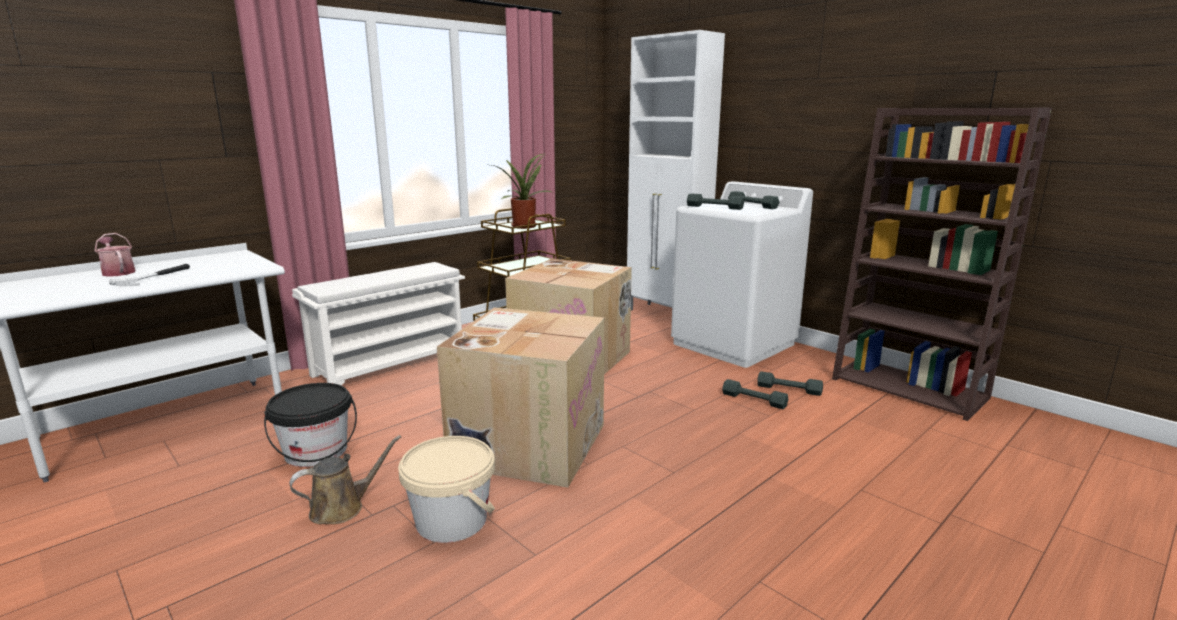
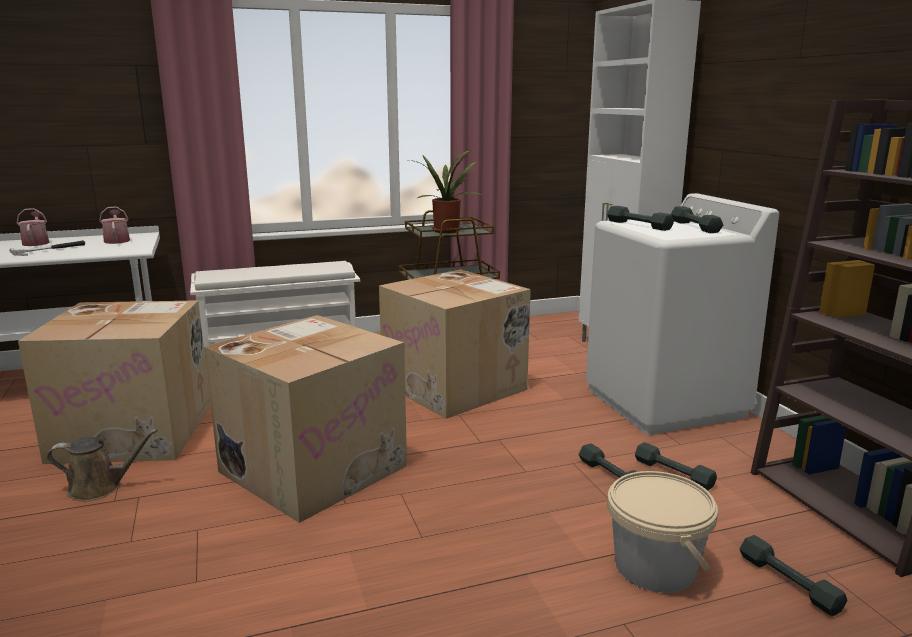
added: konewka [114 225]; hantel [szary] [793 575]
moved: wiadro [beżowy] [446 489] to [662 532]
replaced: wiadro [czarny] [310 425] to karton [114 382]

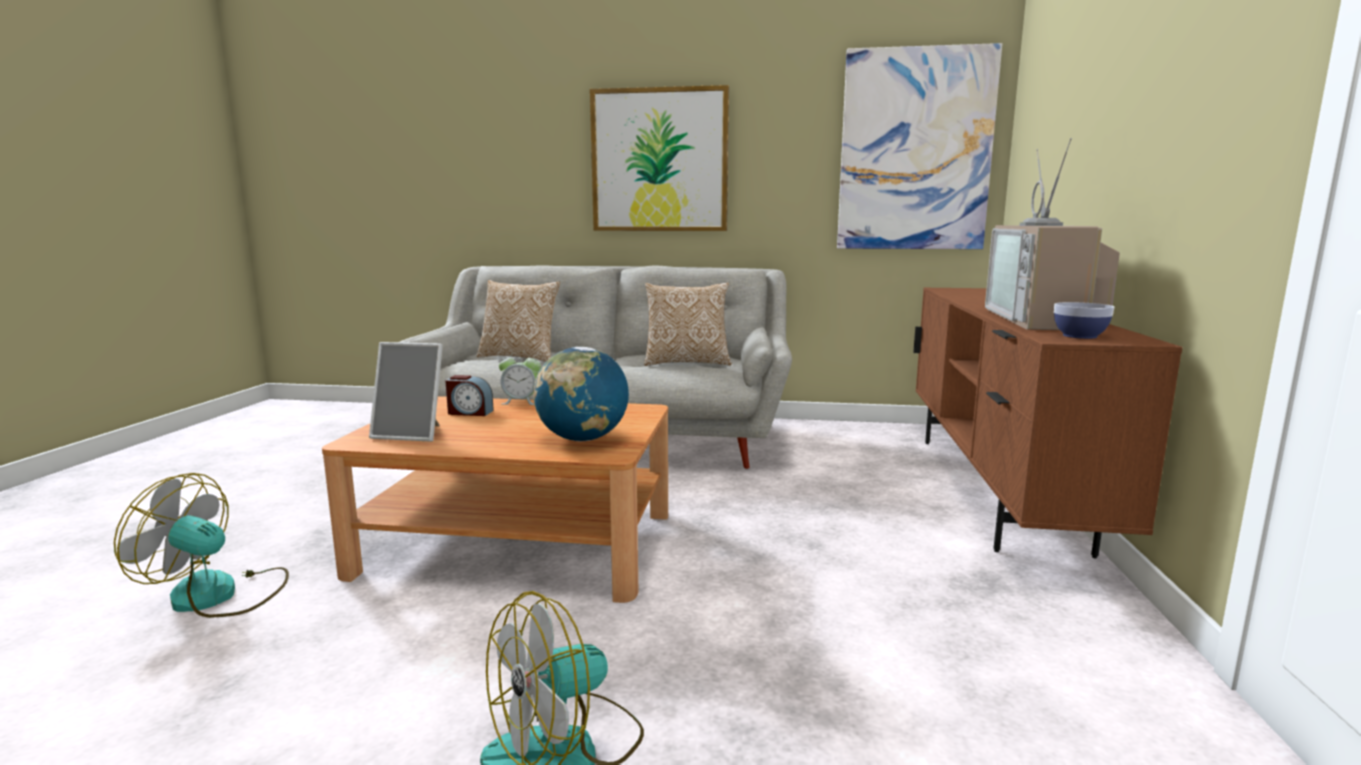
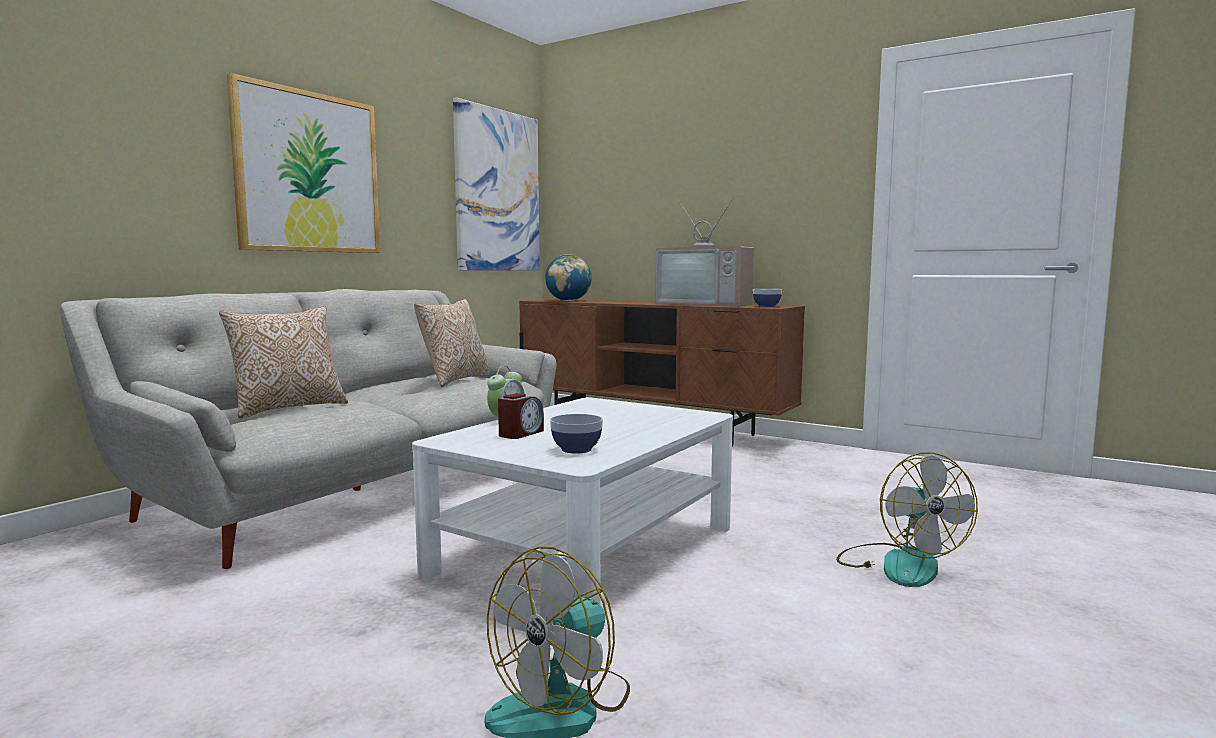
moved: globus [581 394] to [568 277]
replaced: ramka na zdjęcie [406 392] to miska [576 434]
recoloured: ława [brązowy] [495 499] to ława [biały] [572 501]

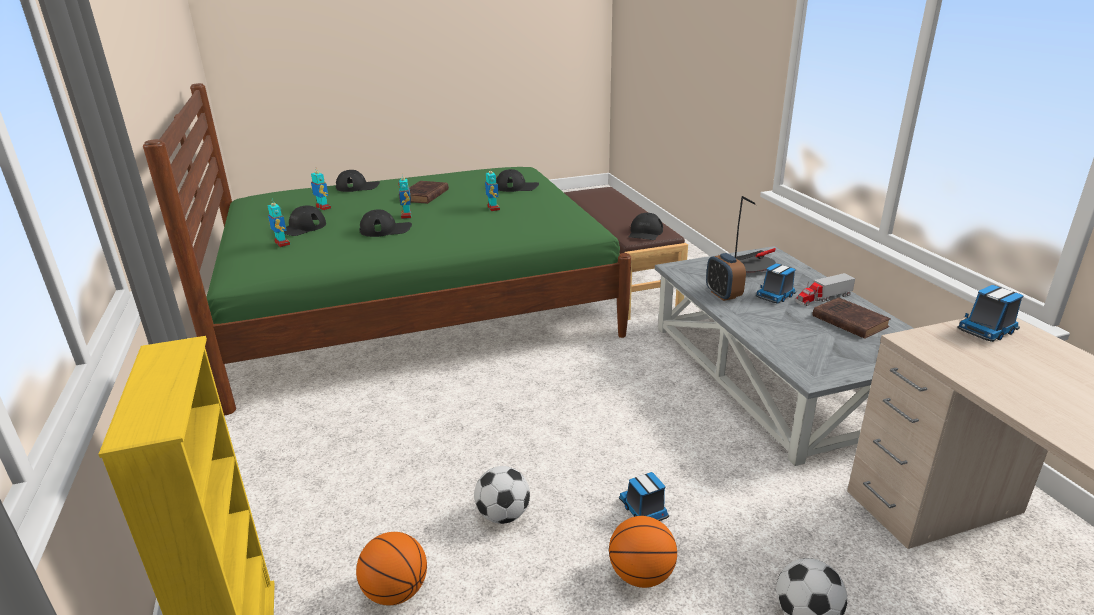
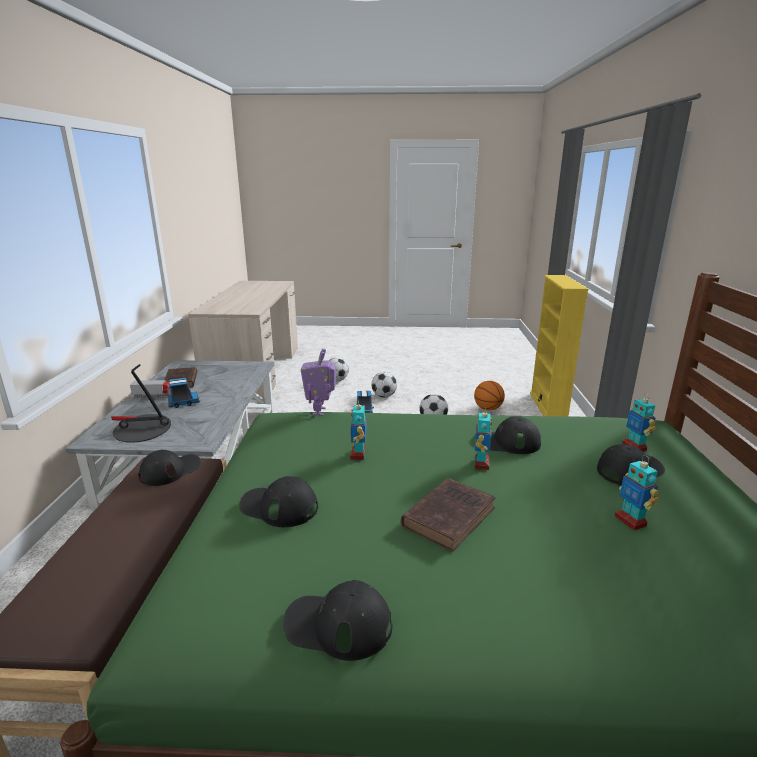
removed: budzik [726 277]; ciężarówka zabawkowa [990 313]
added: robot zabawkowy [318 382]
moved: czapka z daszkiem [czarny] [358 181] to [337 620]
replaced: piłka do koszykówki [643 552] to piłka futbolowa [384 384]

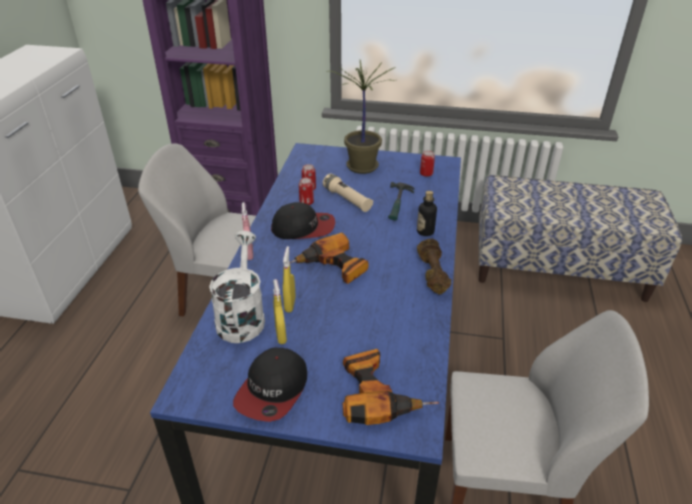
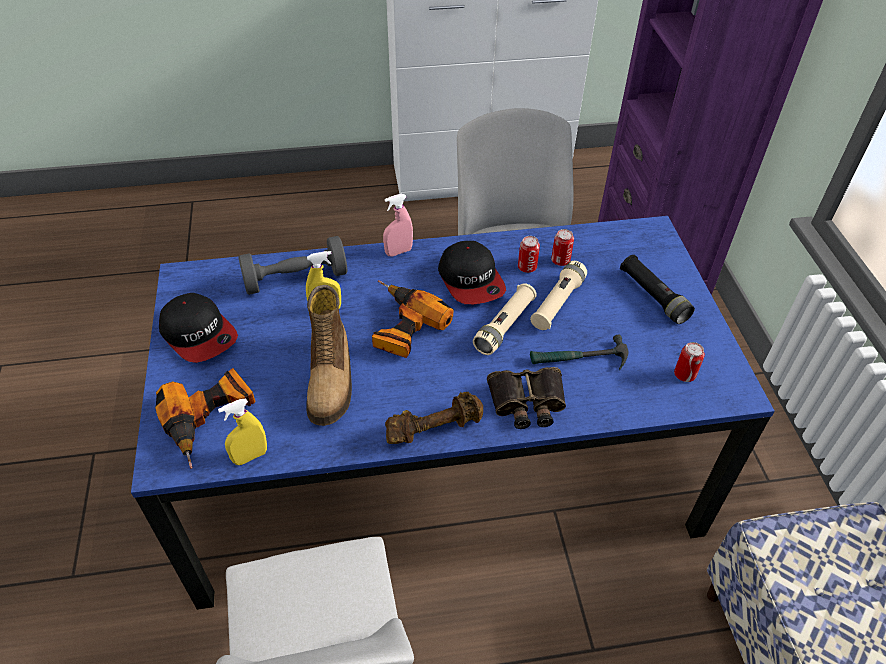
added: but z cholewką [329 355]; latarka [beżowy] [505 319]
moved: spryskiwacz [żółty] [280 311] to [242 432]
replaced: konewka [biały] [237 287] to hantel [szary] [292 265]; roślina doniczkowa [361 116] to latarka [czarny] [657 289]; butelka [427 213] to lornetka [526 398]
turned: czapka z daszkiem [270 385] = [198 328] 135 degrees counterclockwise

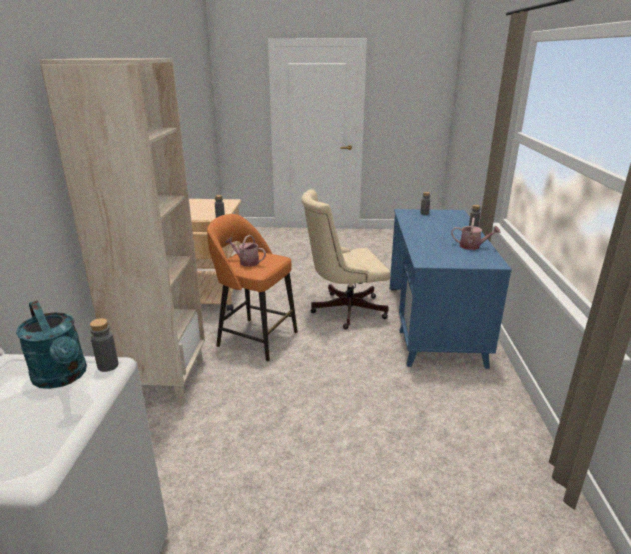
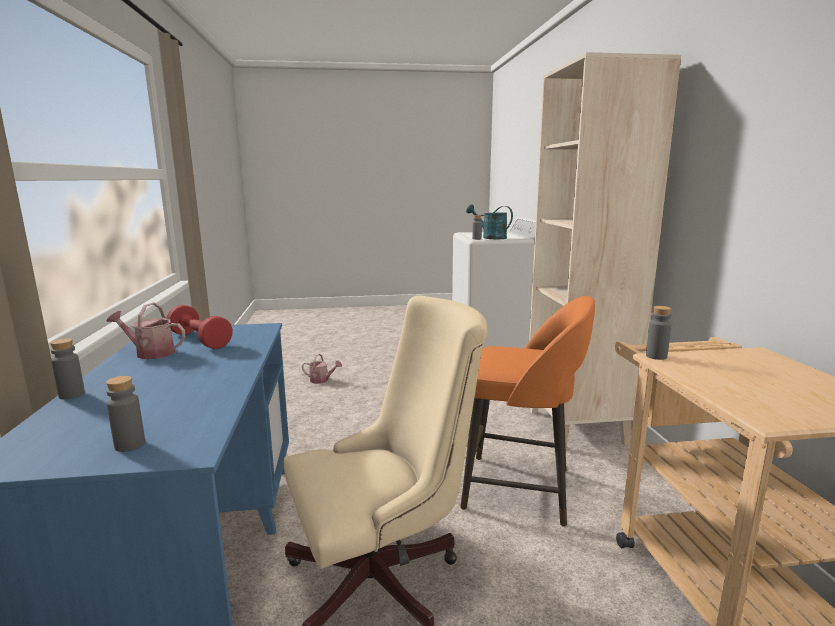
added: hantel [czerwony] [200 327]
moved: konewka [245 251] to [322 368]

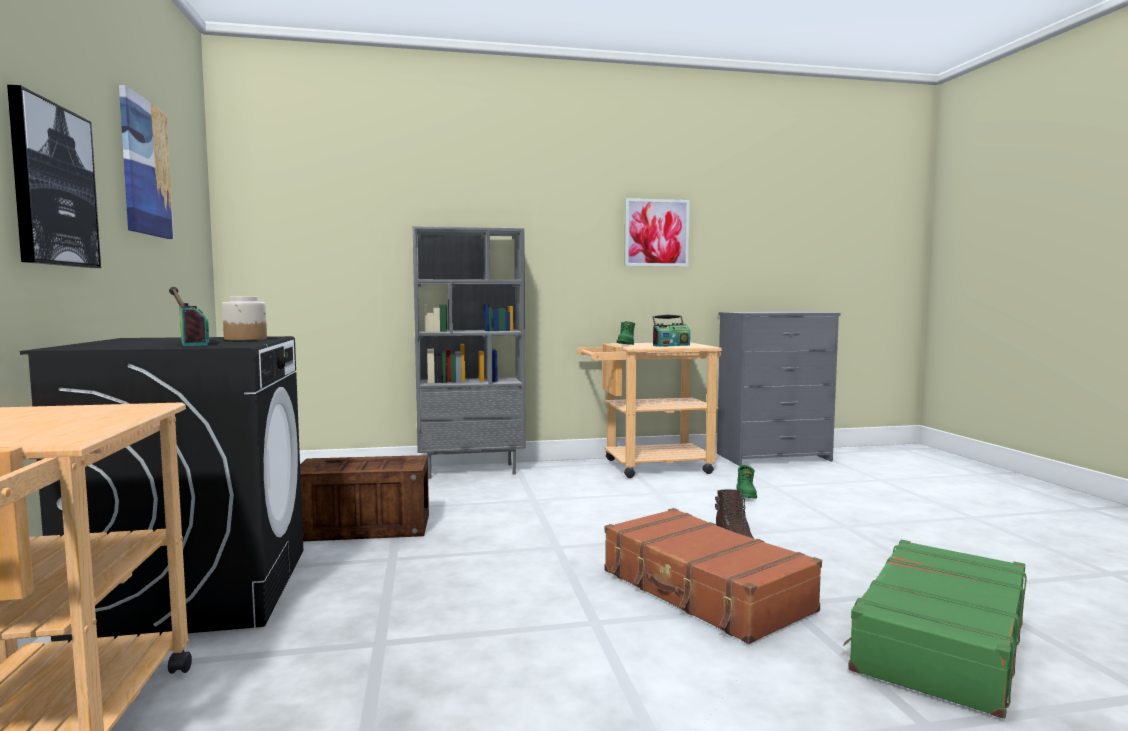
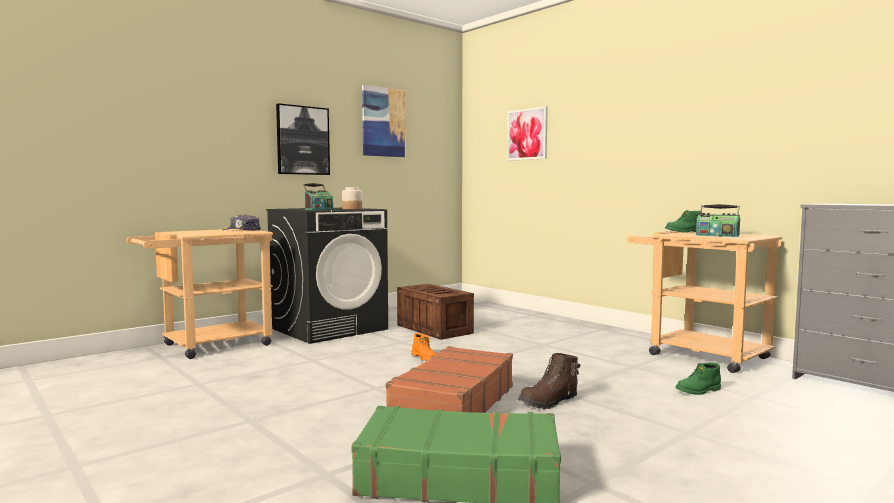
removed: regał [szary] [469 352]
added: czapka z daszkiem [242 222]; but z cholewką [pomarańczowy] [424 346]
moved: obraz [657 232] to [527 133]

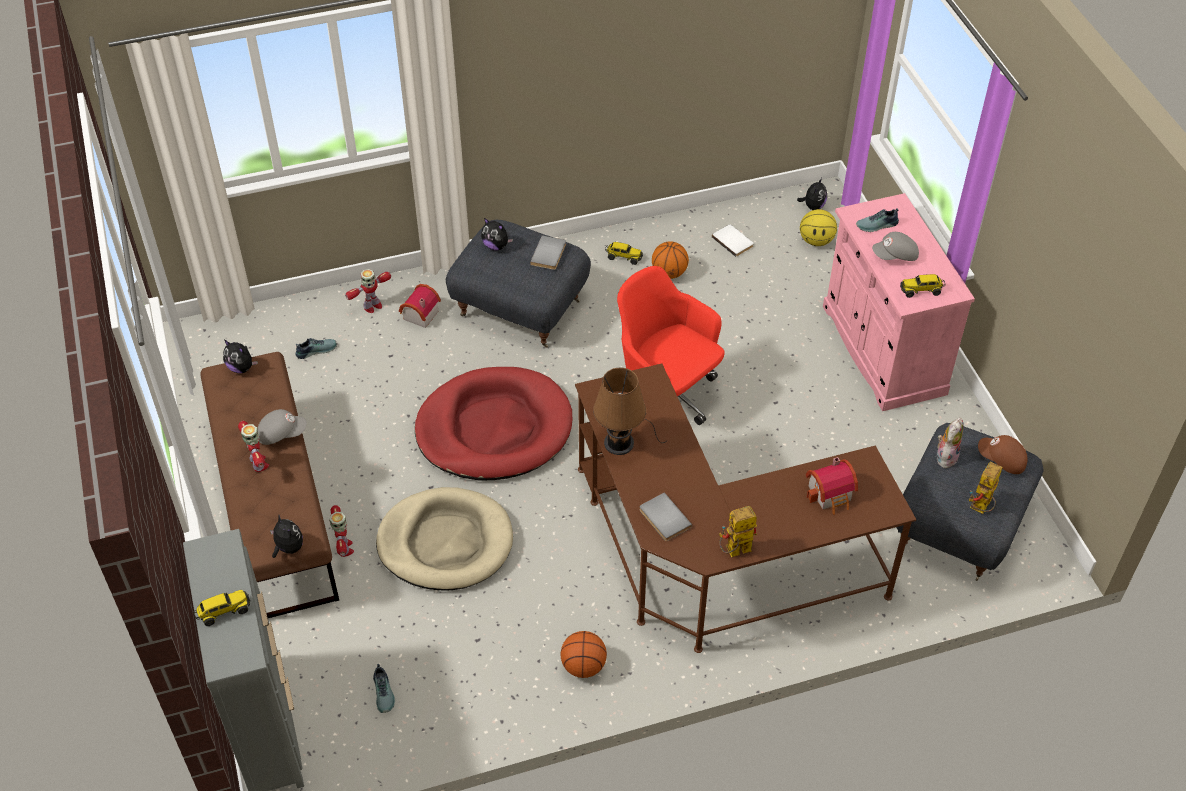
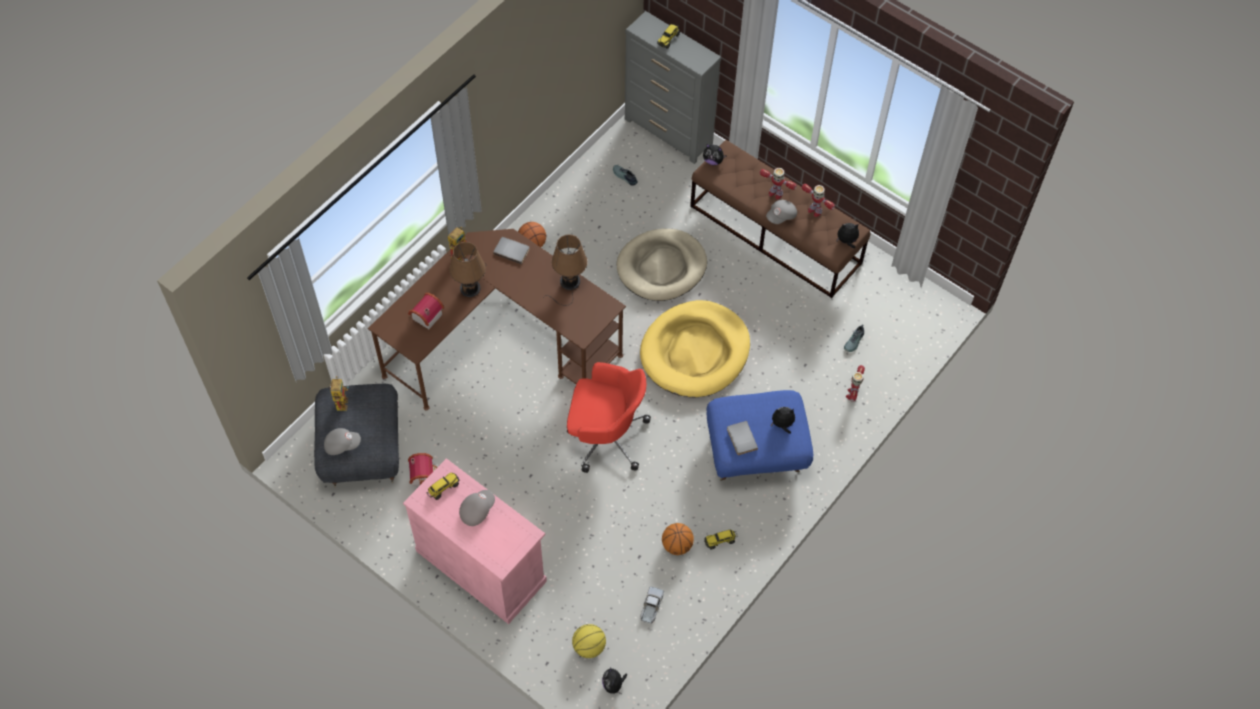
removed: but [877 220]; pluszak [950 443]
added: lampa stołowa [brązowy] [467 269]
moved: robot zabawkowy [341 531] to [818 200]; domek [420 306] to [422 469]
replaced: książka [biały] [733 240] to ciężarówka zabawkowa [652 605]
recoloured: legowisko [czerwony] [493 424] to legowisko [żółty] [695 348]; pufa [szary] [518 284] to pufa [niebieski] [760 435]; czapka z daszkiem [brązowy] [1003 454] to czapka z daszkiem [szary] [342 441]

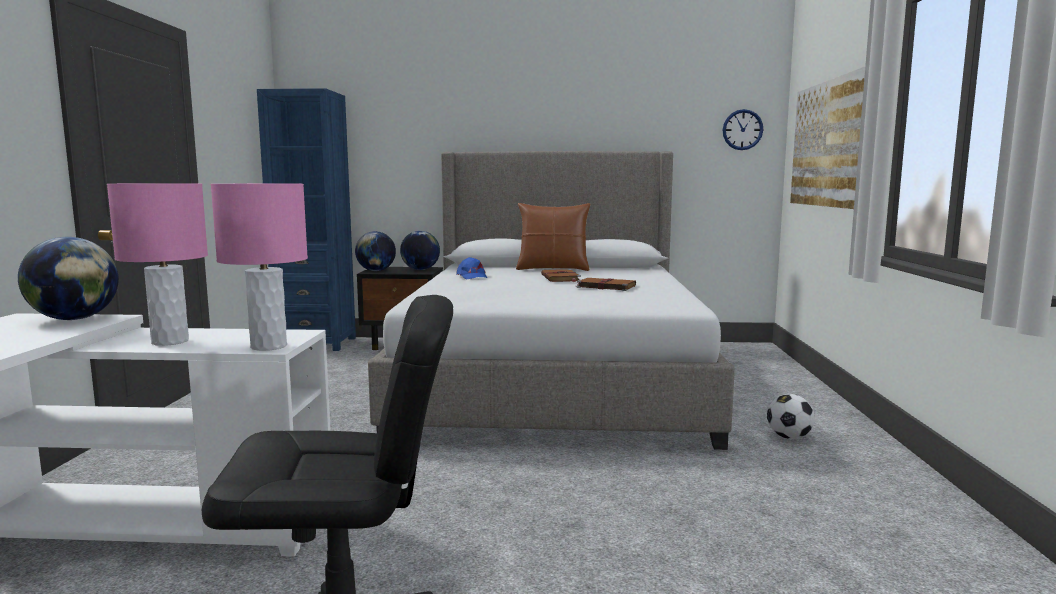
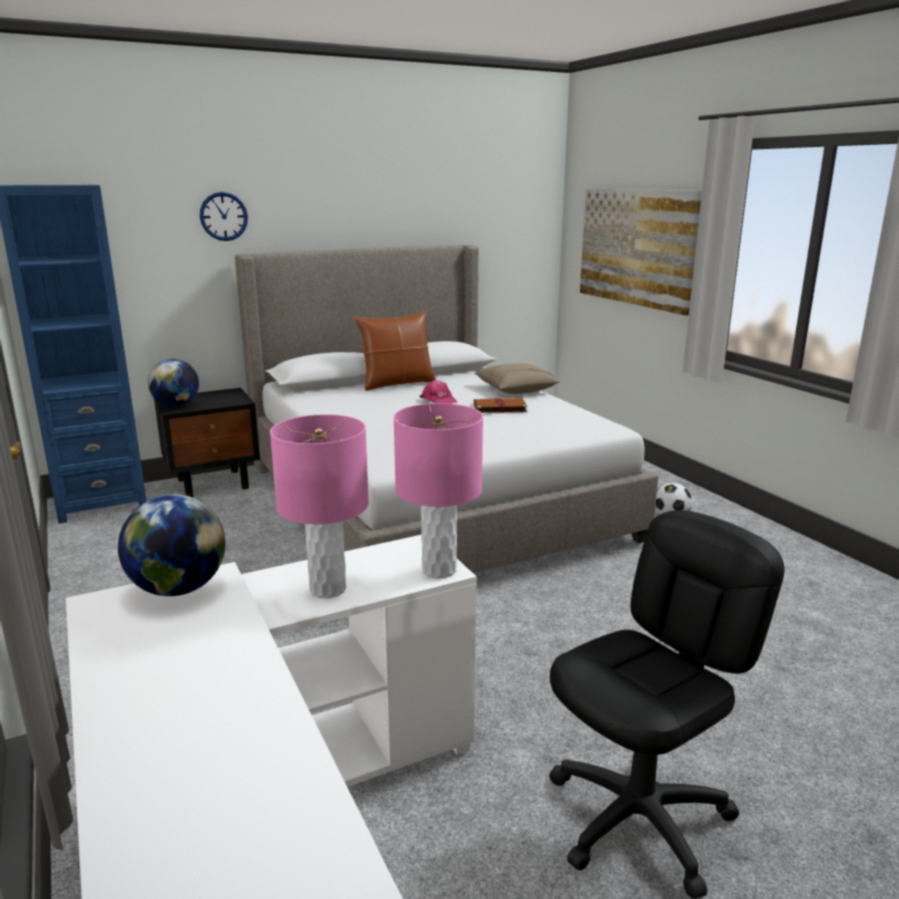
removed: globus [420 250]; czapka z daszkiem [niebieski] [471 268]
added: poduszka [beżowy] [517 378]
moved: zegar ścienny [743 129] to [224 216]
replaced: książka [brązowy] [561 275] to czapka z daszkiem [różowy] [438 392]

